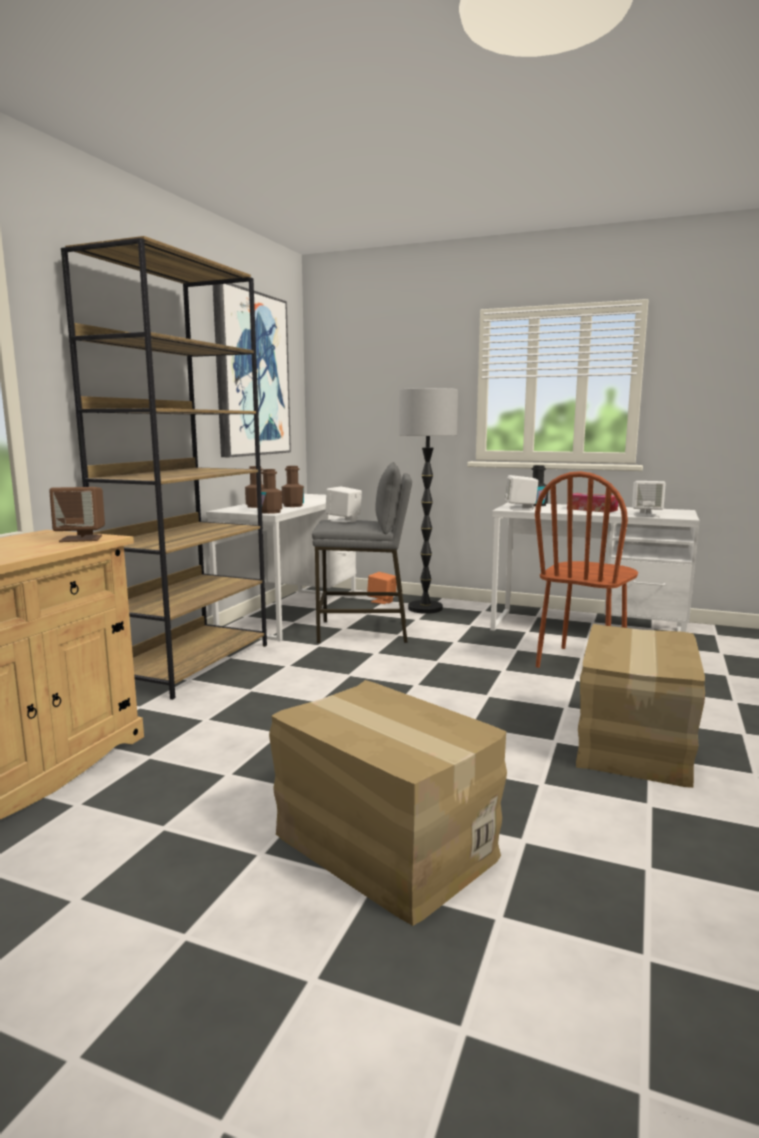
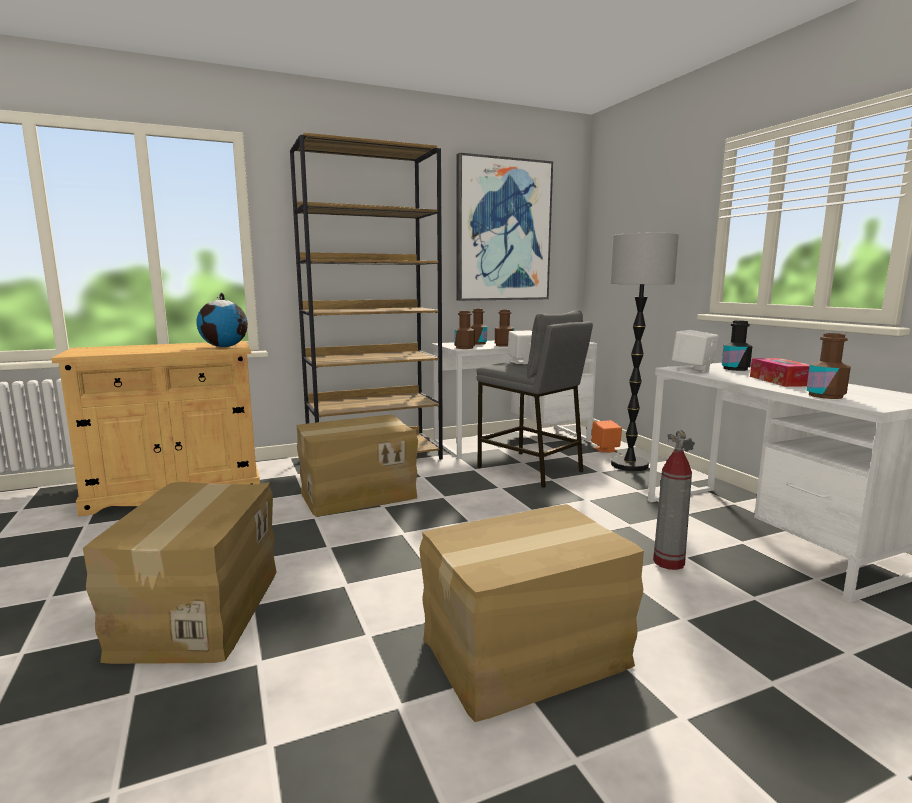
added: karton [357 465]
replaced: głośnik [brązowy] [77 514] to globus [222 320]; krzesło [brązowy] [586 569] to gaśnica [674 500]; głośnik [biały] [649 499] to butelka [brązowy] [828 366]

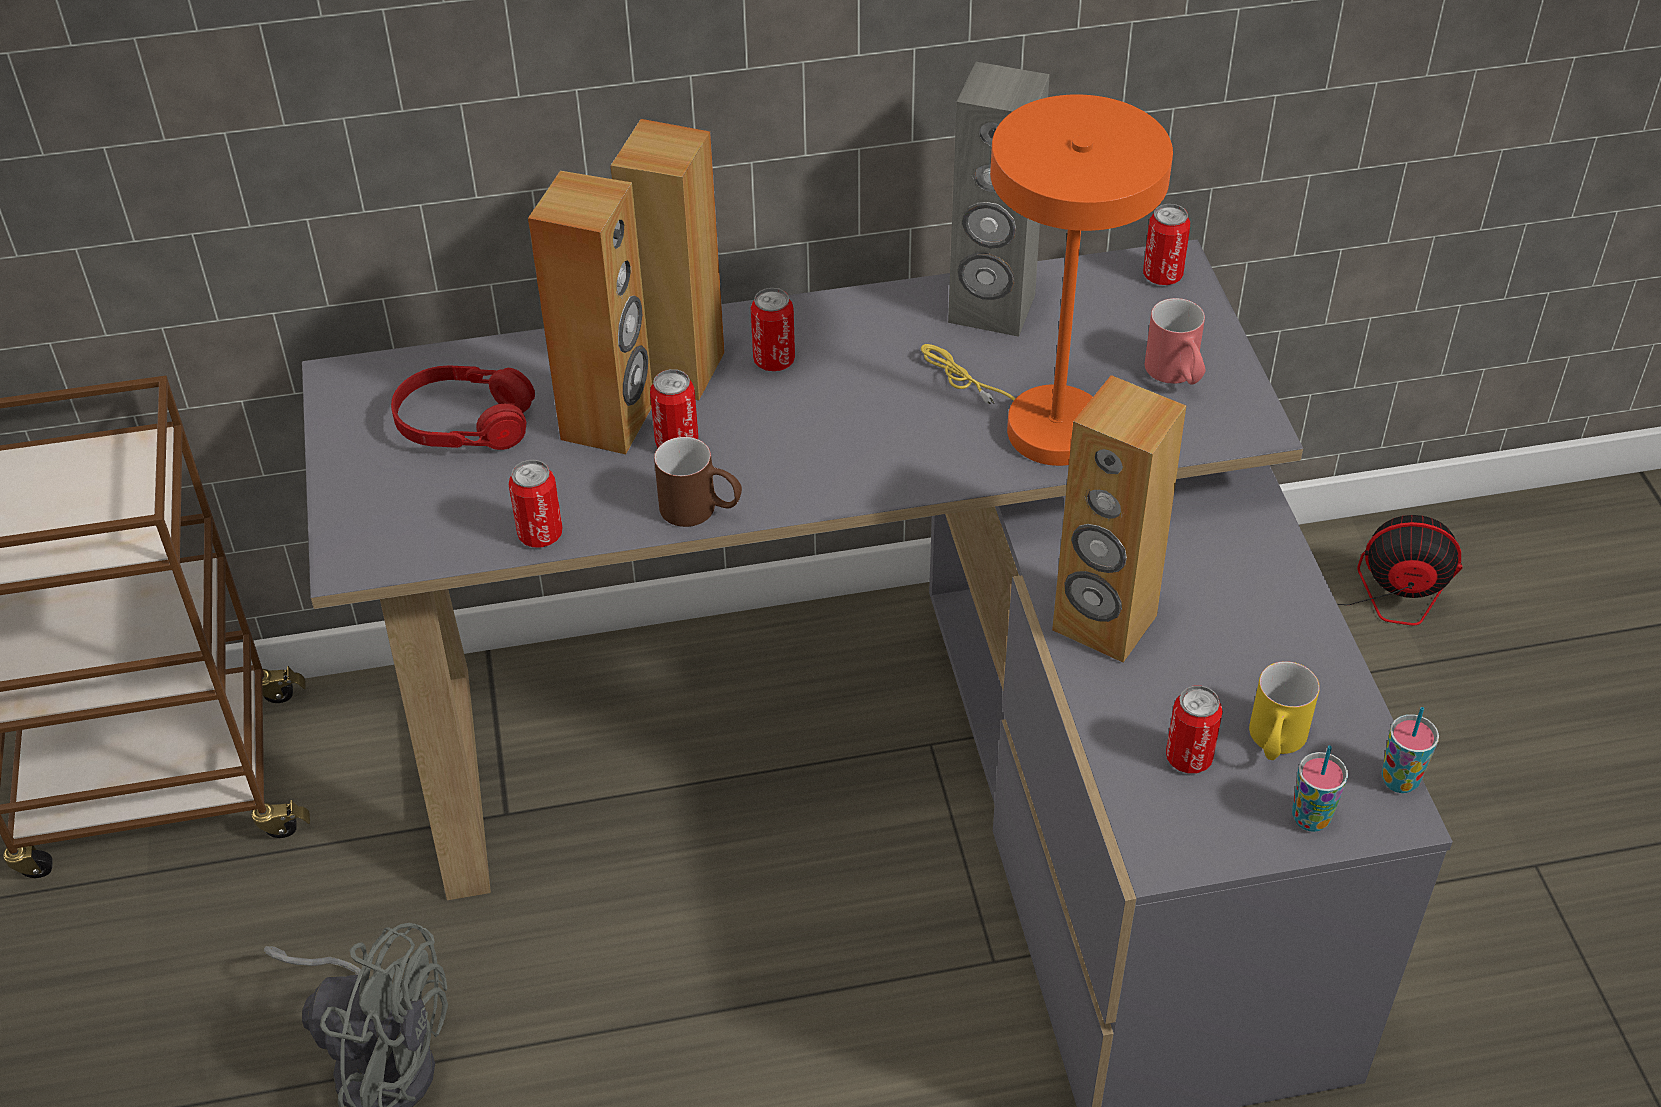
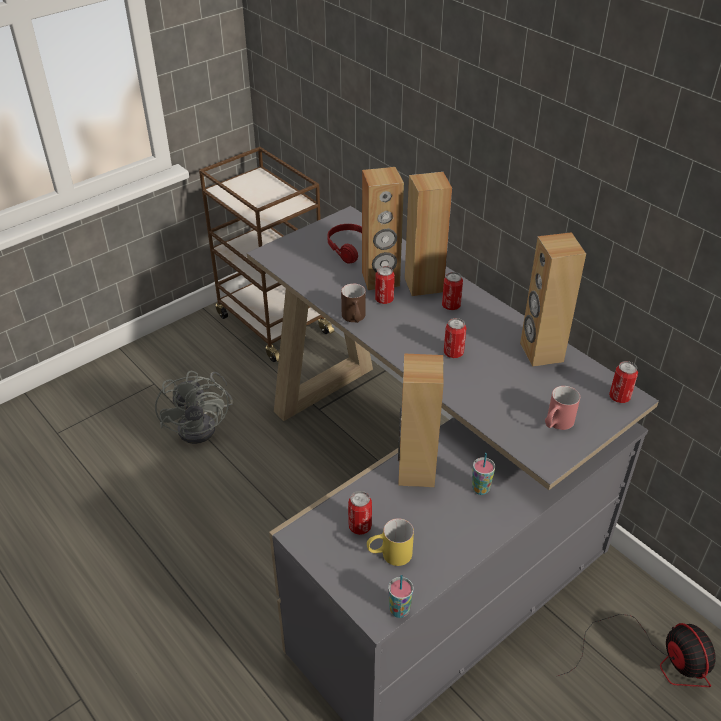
removed: lampa stołowa [pomarańczowy] [1047 280]
moved: puszka [535 503] to [455 338]; filiżanka [1320 788] to [483 474]
recoloured: głośnik [szary] [999 199] to głośnik [brązowy] [553 299]

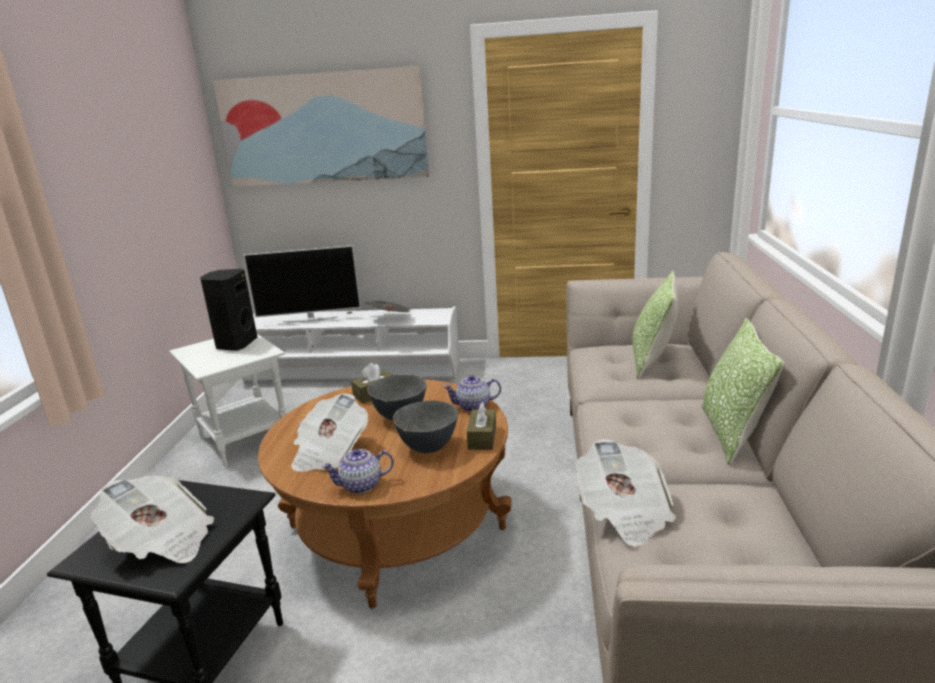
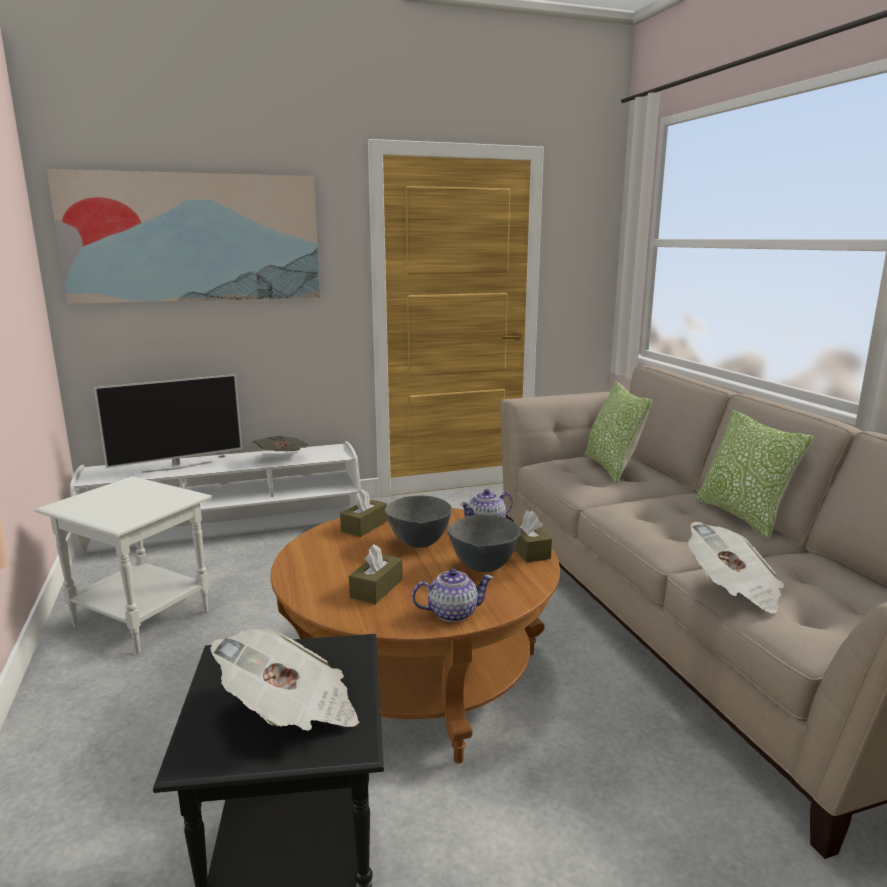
removed: głośnik [czarny] [228 310]
replaced: gazeta [329 432] to pudełko chusteczek [brązowy] [376 574]
turned: imbryk [357 471] = [453 595] 150 degrees counterclockwise

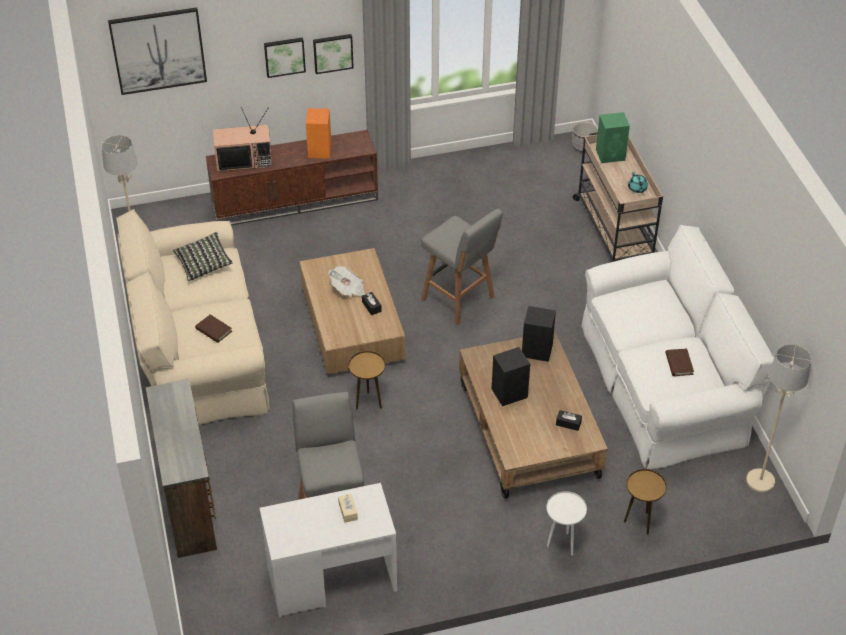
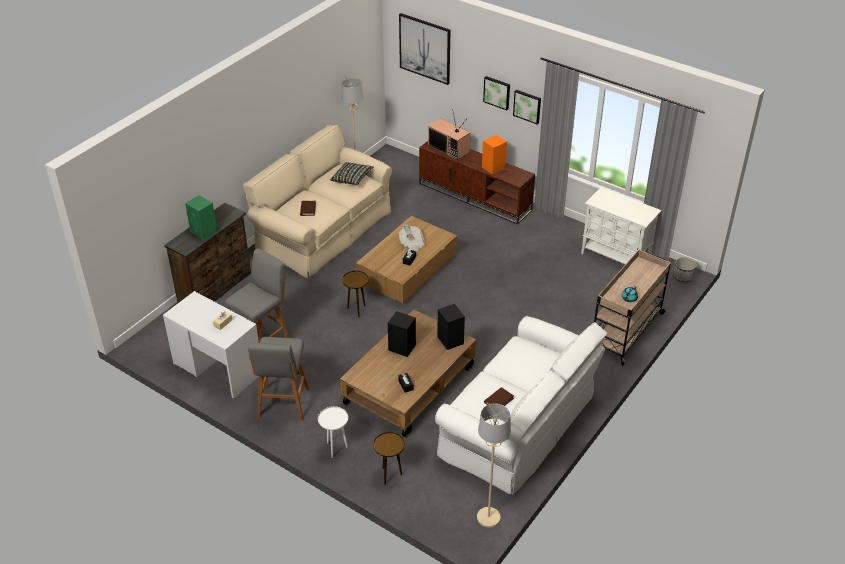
added: szafka [biały] [621 225]
moved: stołek [szary] [462 267] to [279 378]; głośnik [zielony] [613 137] to [201 217]

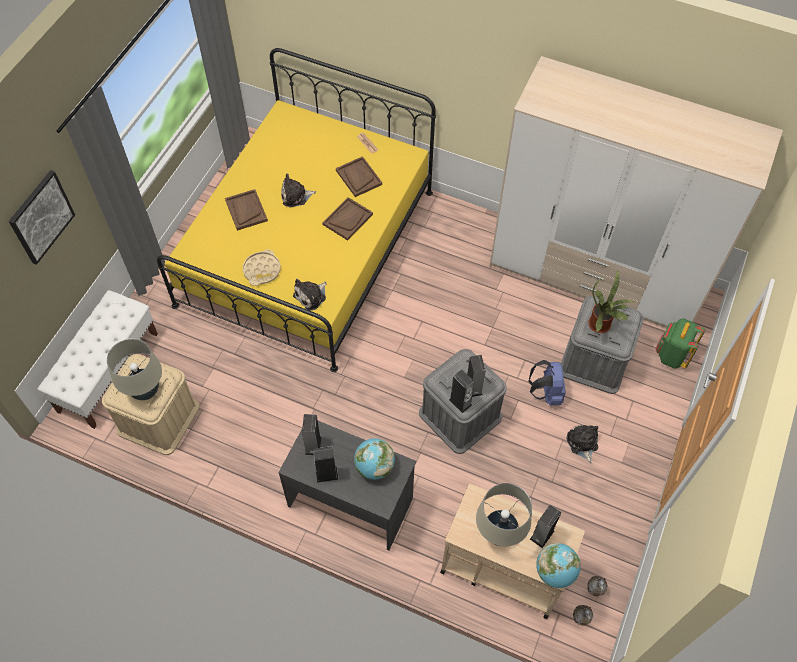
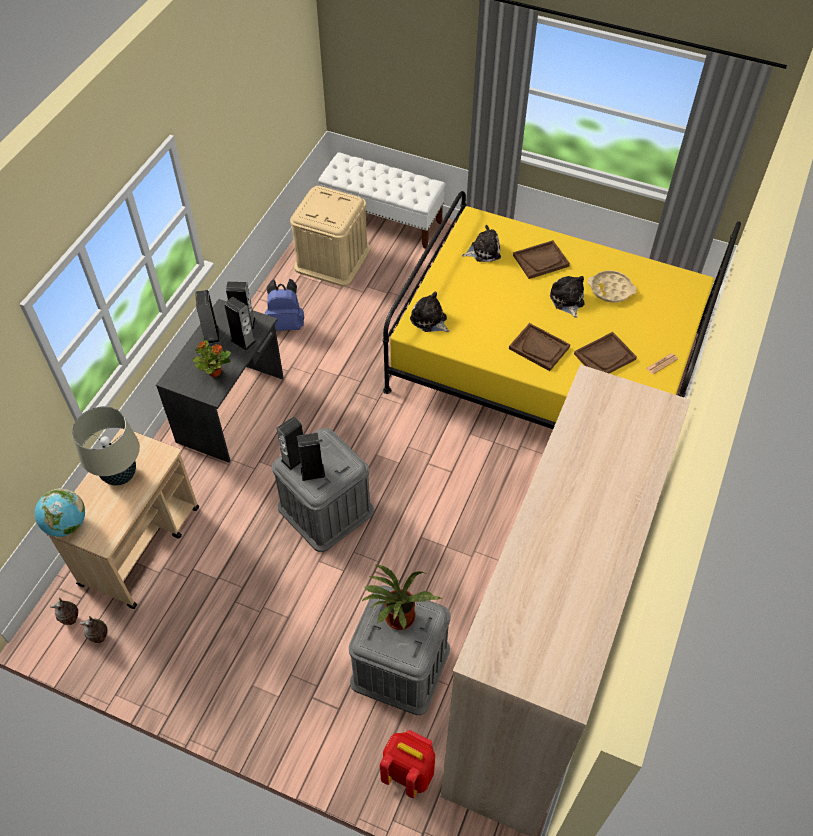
removed: obraz [42 217]; lampa stołowa [beżowy] [134 369]
moved: taca [beżowy] [262 267] to [612 286]; plecak [niebieski] [547 382] to [284 305]; głośnik [545 526] to [240 324]; pluszak [582 444] to [481 243]
replaced: globus [374 459] to roślina doniczkowa [211 358]
recoloured: plecak [zielony] [680 343] to plecak [czerwony] [407 764]

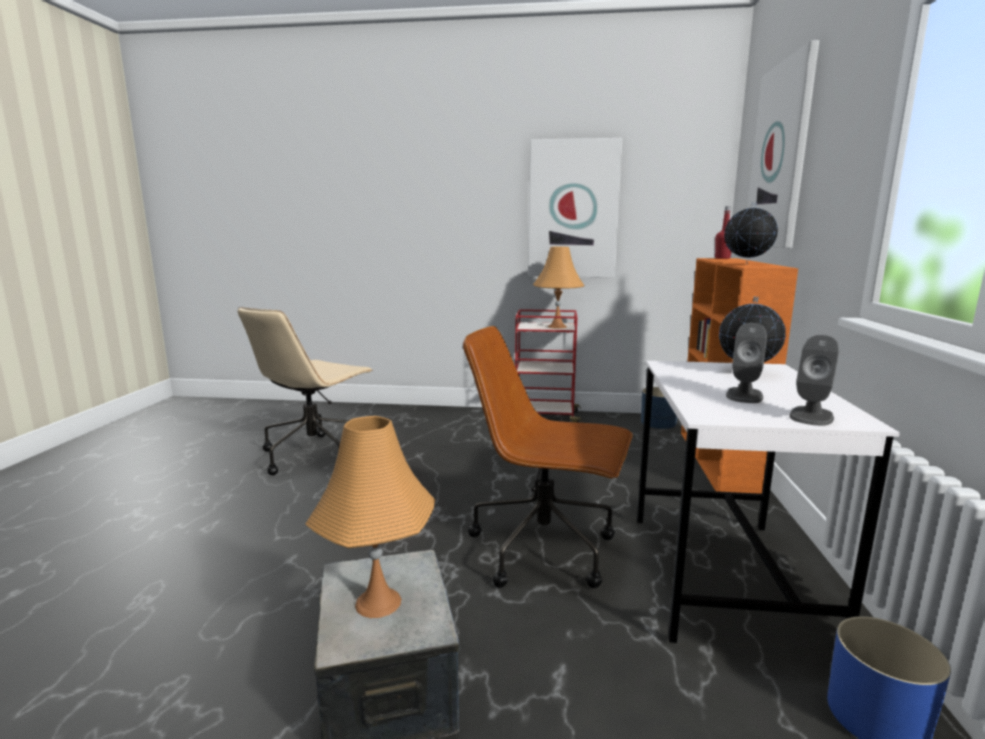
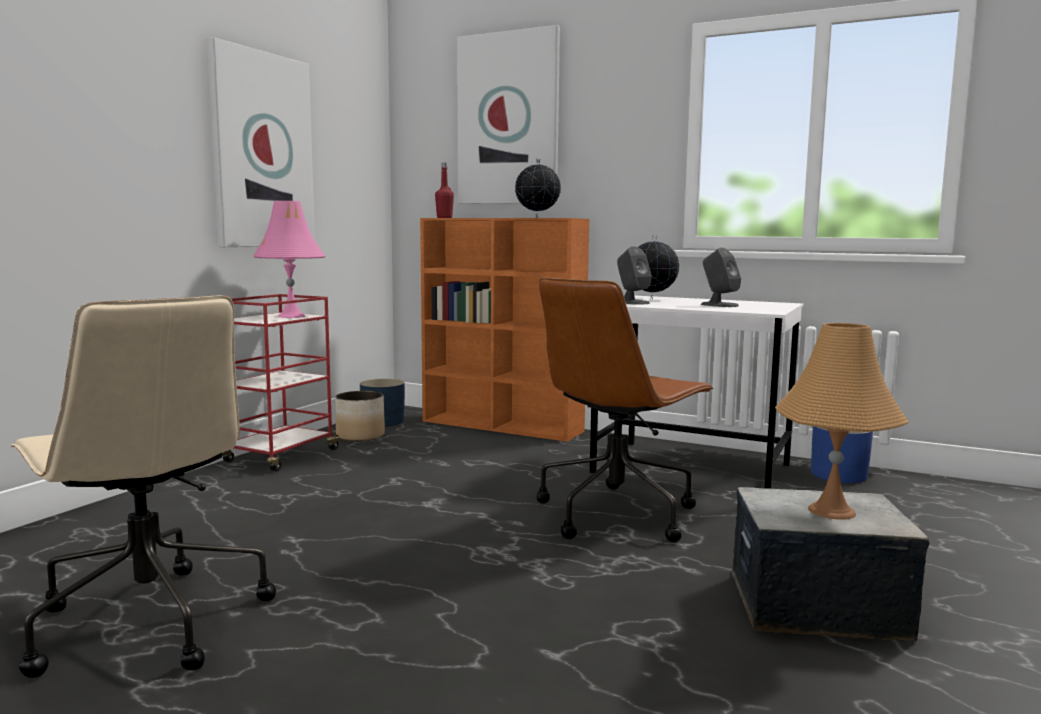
added: donica [360 416]
moved: głośnik [szary] [814 380] to [634 275]
recoloured: lampa stołowa [pomarańczowy] [559 288] to lampa stołowa [różowy] [289 259]

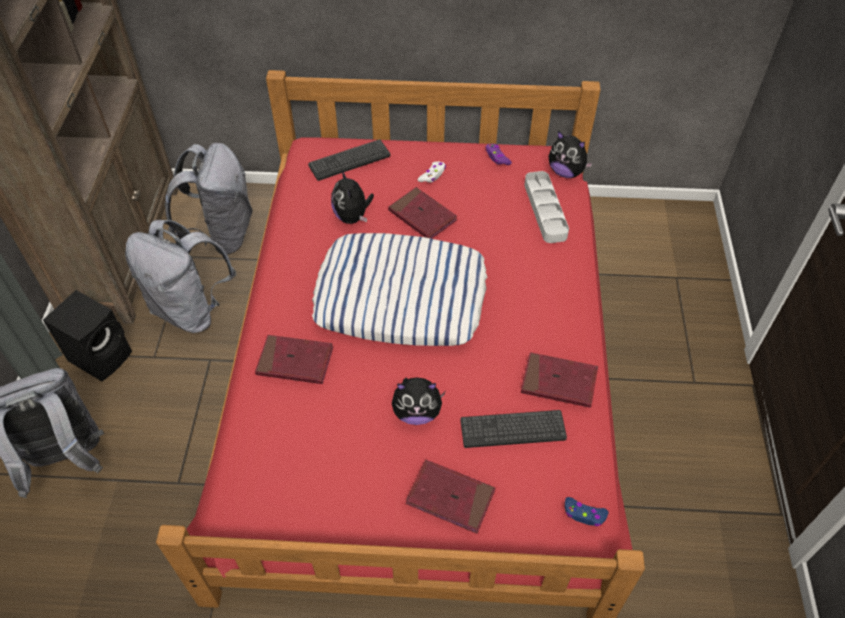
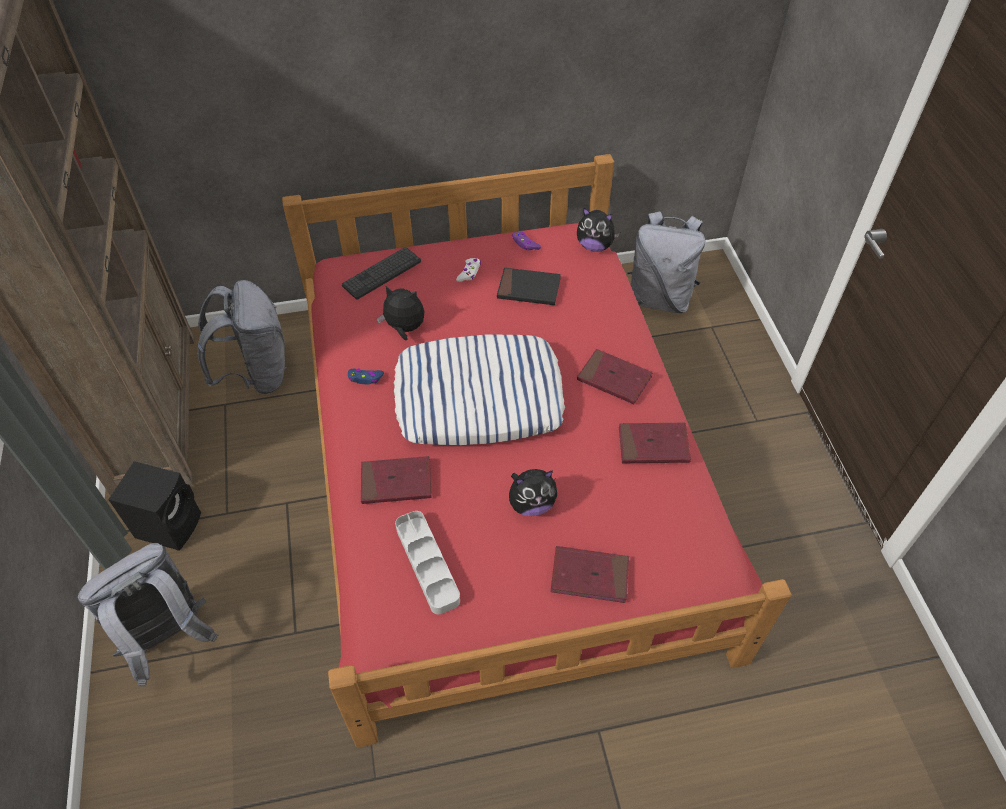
removed: klawiatura [514 429]
added: książka [czarny] [529 286]
moved: plecak [szary] [181 276] to [666 262]; książka [czerwony] [422 213] to [615 376]; taca [szary] [546 207] to [427 562]; pad do gier [niebieski] [586 512] to [366 376]
turned: pluszak [352 196] = [400 313] 135 degrees clockwise

